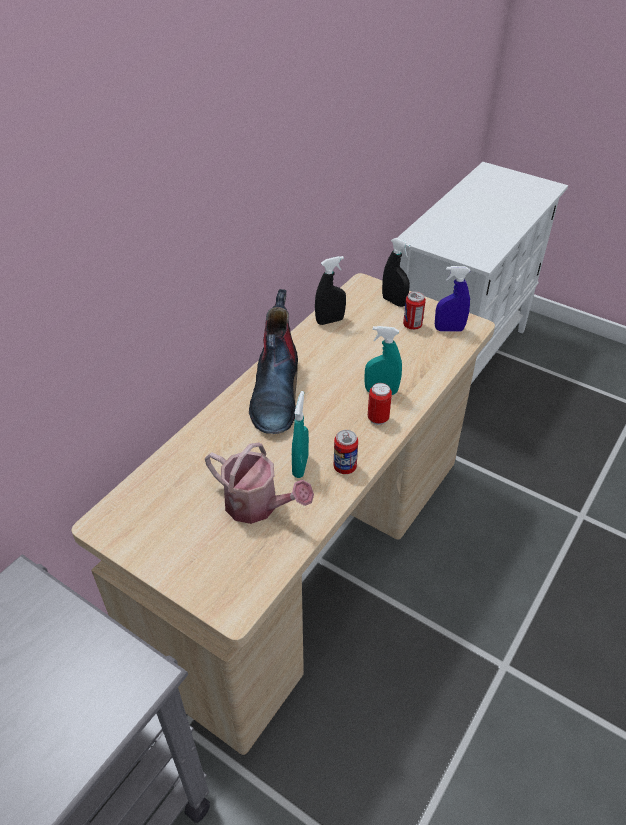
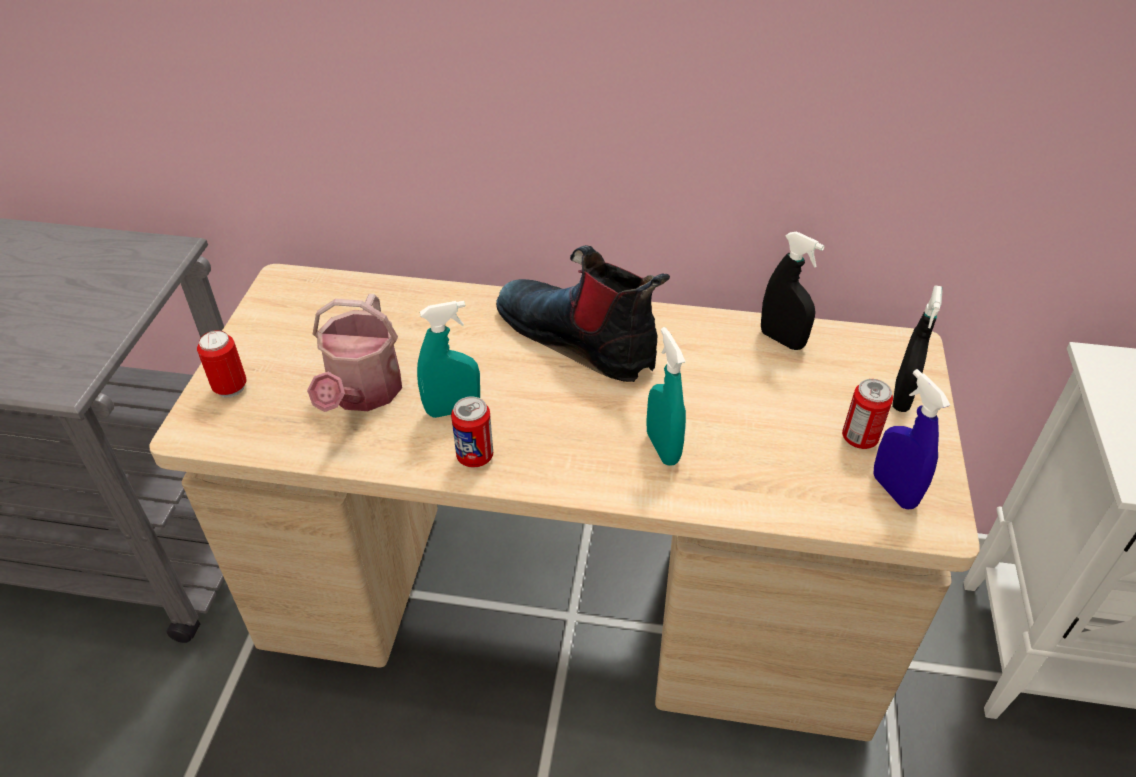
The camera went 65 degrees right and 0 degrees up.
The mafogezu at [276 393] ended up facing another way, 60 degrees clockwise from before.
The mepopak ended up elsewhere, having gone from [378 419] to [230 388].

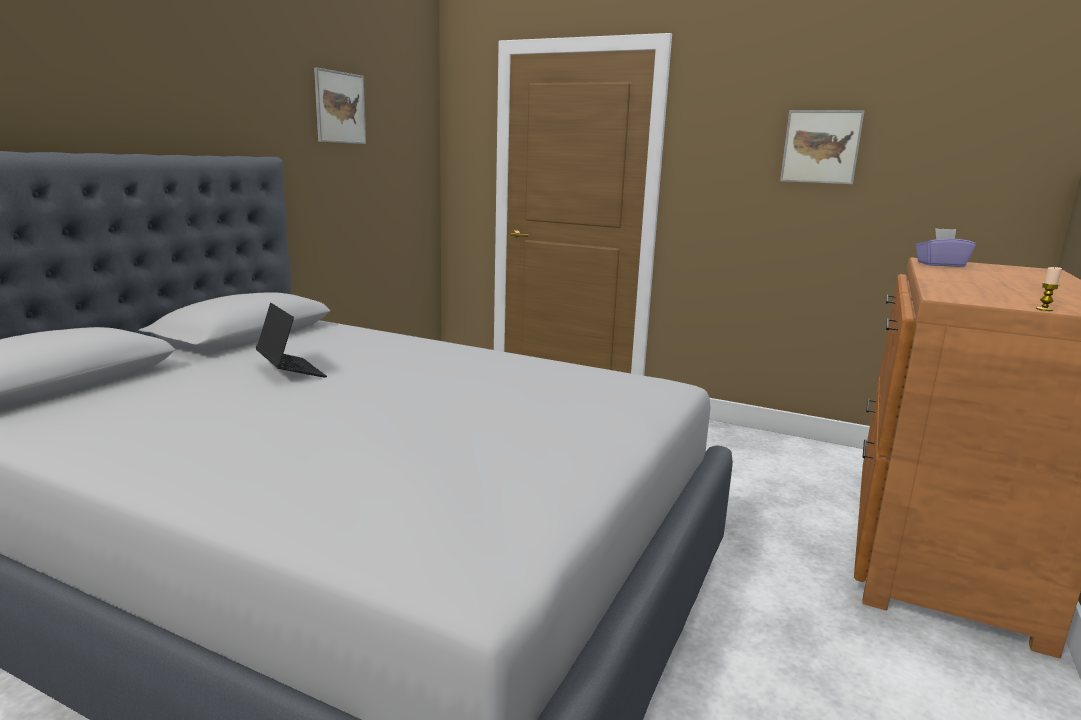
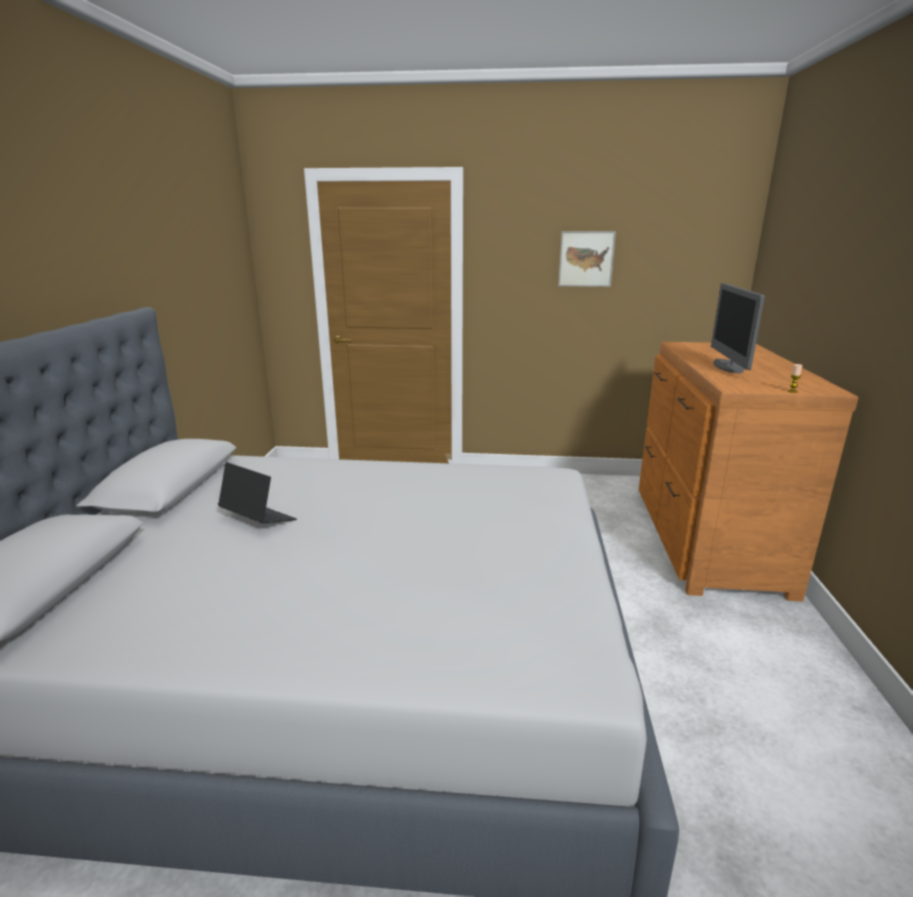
The camera went 20 degrees left and 5 degrees up.
The second view lost the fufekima at [340 107].
The second view lost the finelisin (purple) at [940 264].
The second view gained the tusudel at [728 366].

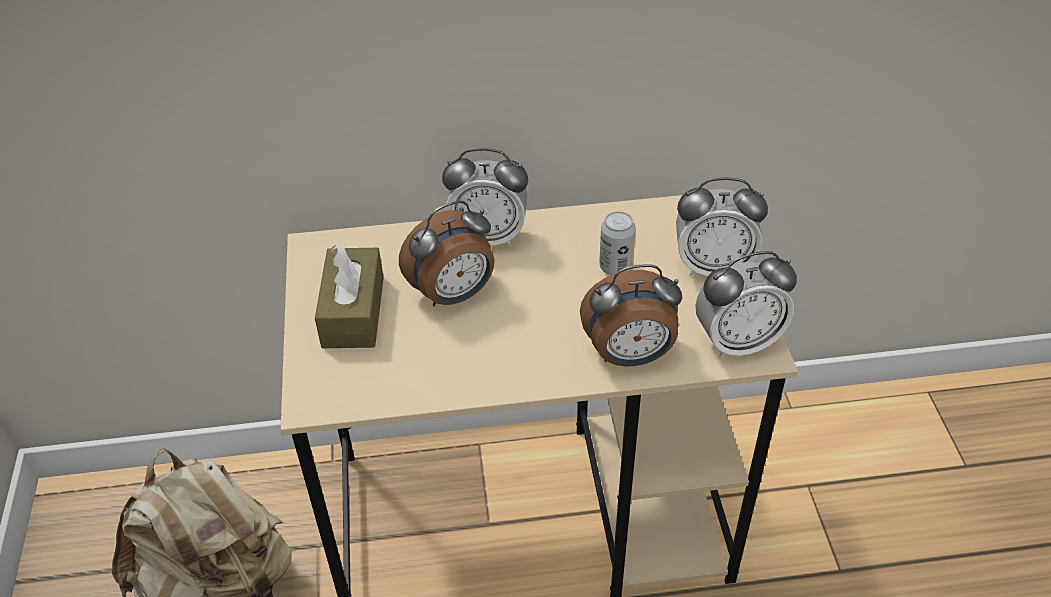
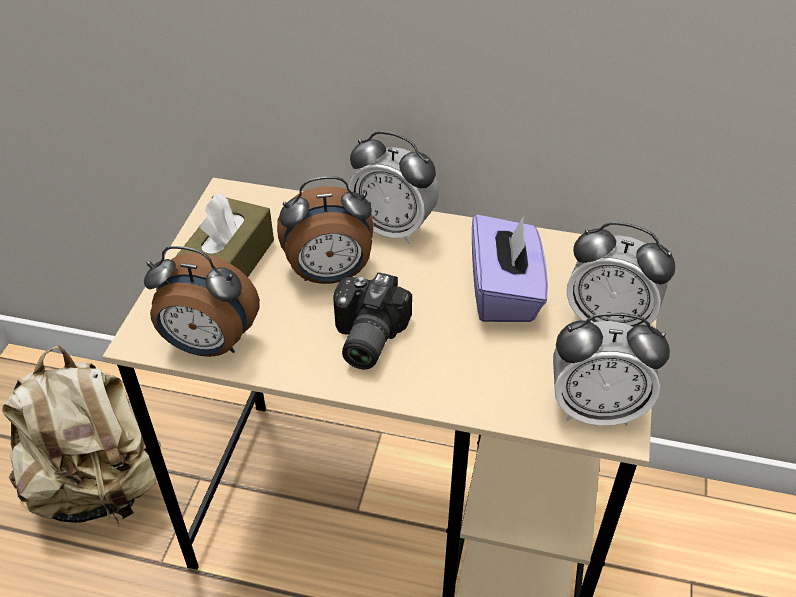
The camera went 20 degrees right and 0 degrees up.
Where the mepopak stood at [616 267], the finelisin (purple) came to stand at [504 292].
The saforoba ended up elsewhere, having gone from [630 356] to [208 345].
The second view gained the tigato at [364 337].

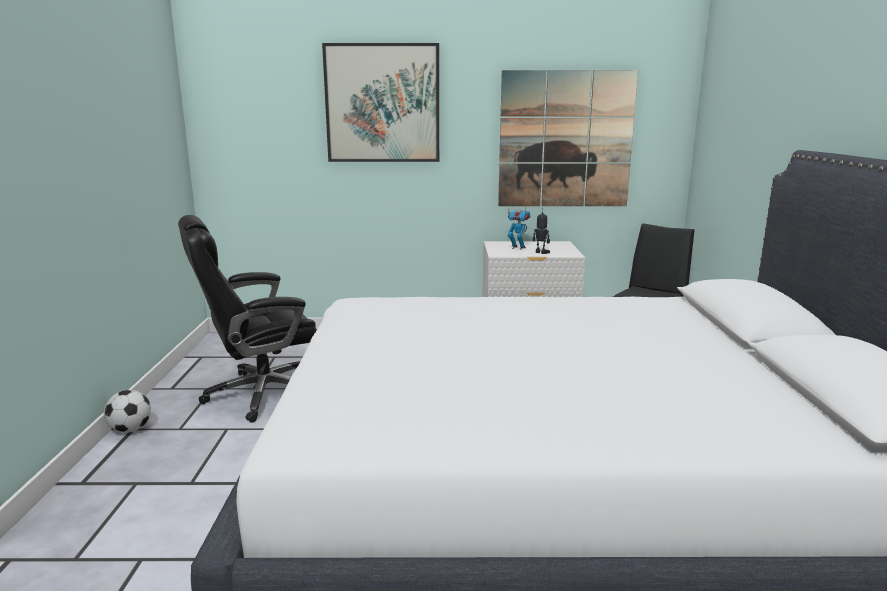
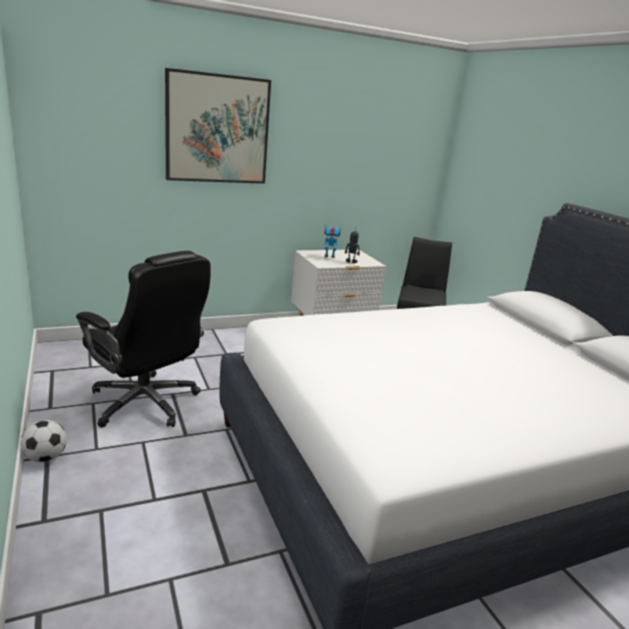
The camera went 25 degrees left and 5 degrees up.
The second view lost the fufekima at [565 140].
The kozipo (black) at [261 394] ended up facing another way, 90 degrees counterclockwise from before.

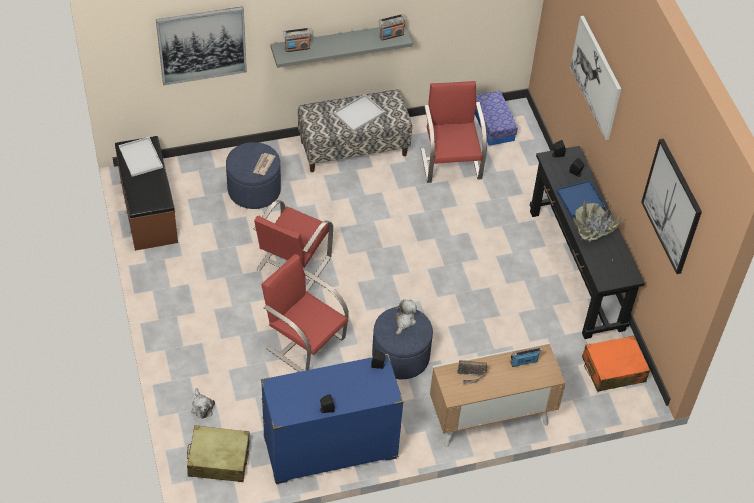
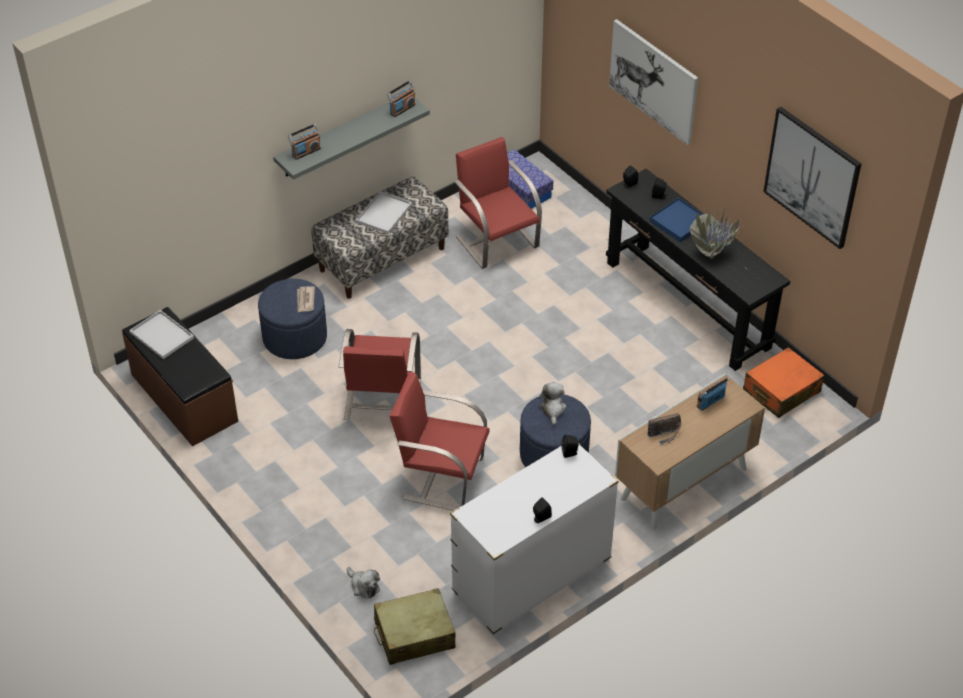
The camera went 20 degrees left and 5 degrees down.
The second view lost the fufekima at [202 45].
What was the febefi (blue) at [330 449] turned into the febefi (white) at [531 578].

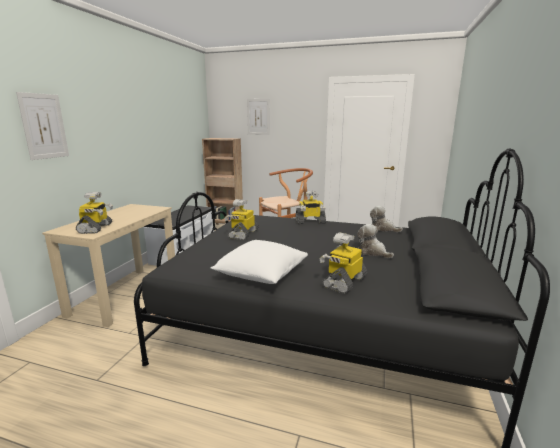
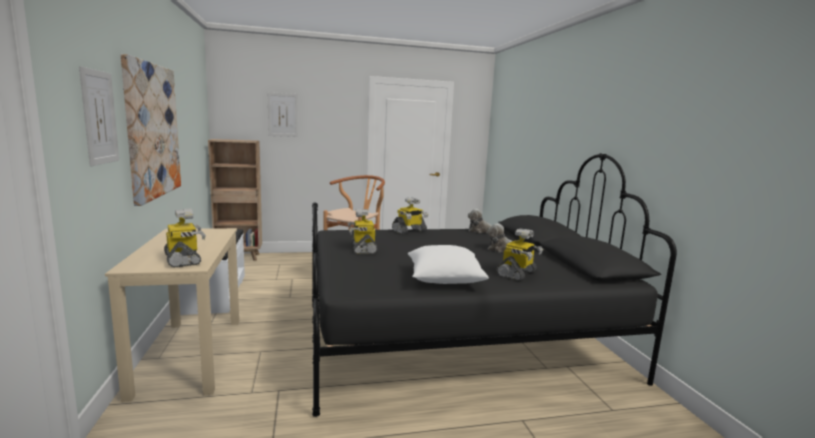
The camera went 30 degrees left and 5 degrees down.
The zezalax at [344 282] ended up facing another way, 150 degrees counterclockwise from before.
The second view gained the fufekima at [152 130].

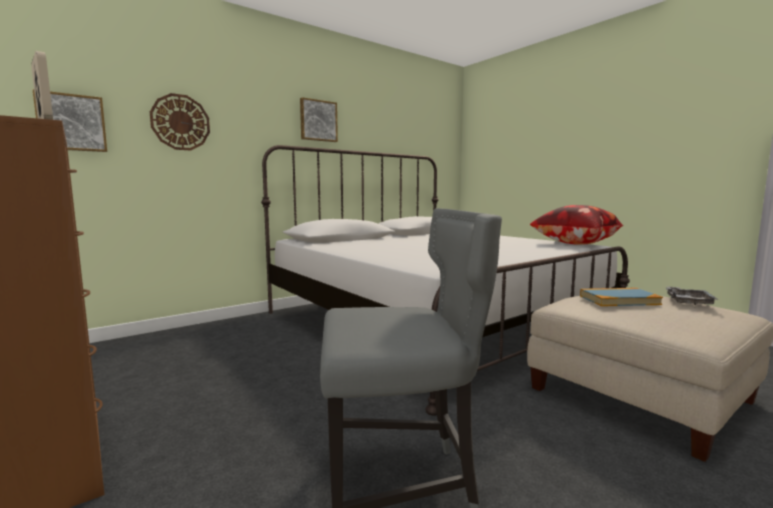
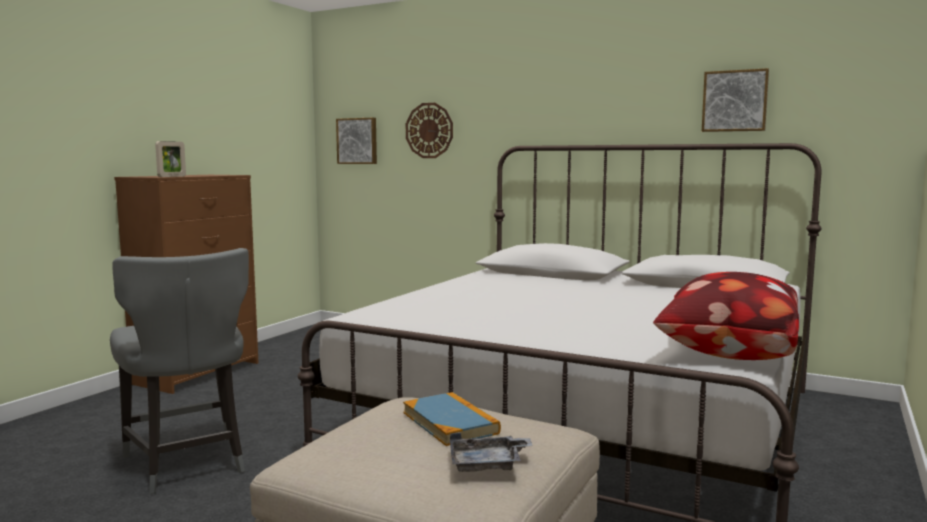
The camera went 65 degrees right and 0 degrees up.
The fufekima ended up elsewhere, having gone from [318 121] to [735 101].

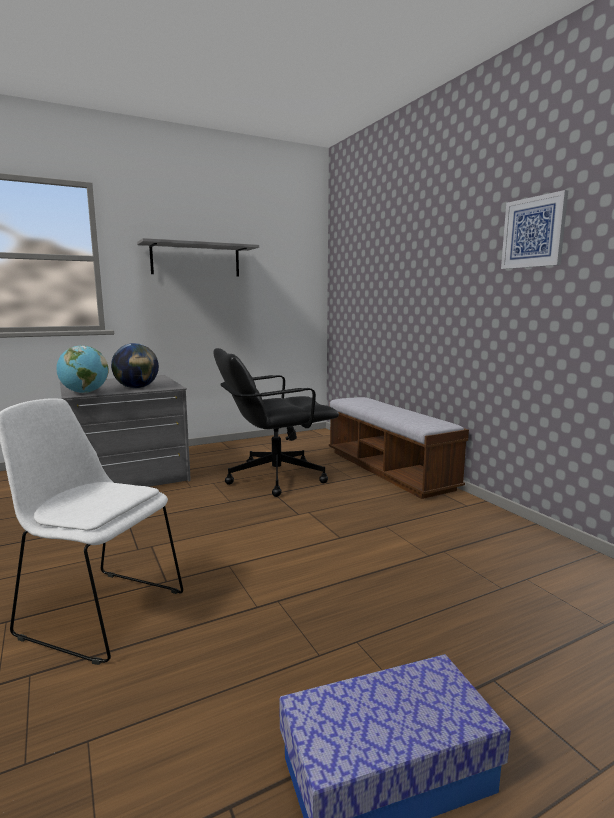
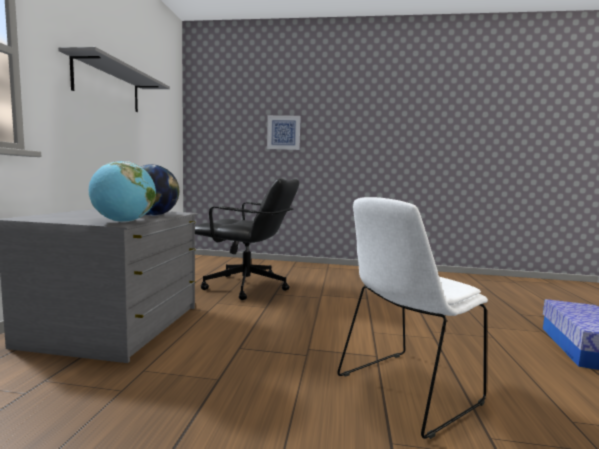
The camera went 55 degrees left and 5 degrees down.
The fufekima ended up elsewhere, having gone from [534 232] to [283 132].
The kozipo (black) at [274 478] ended up facing another way, 90 degrees counterclockwise from before.
The second view lost the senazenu at [388 470].

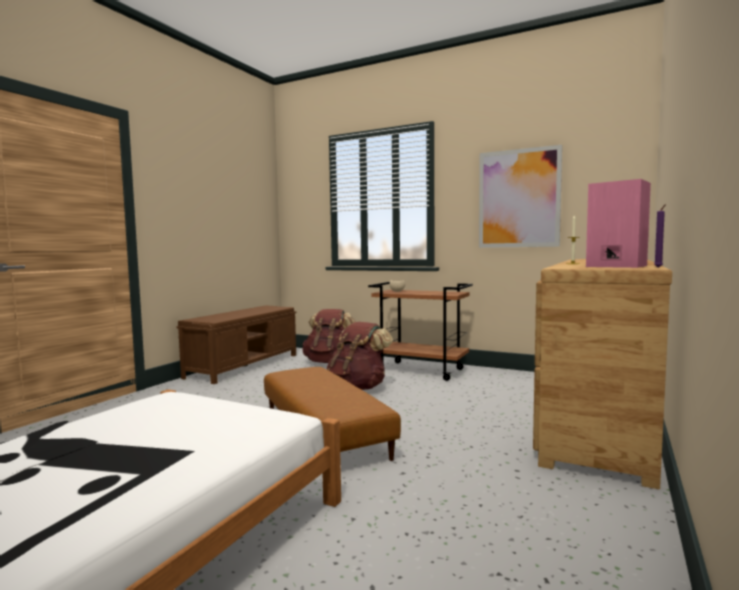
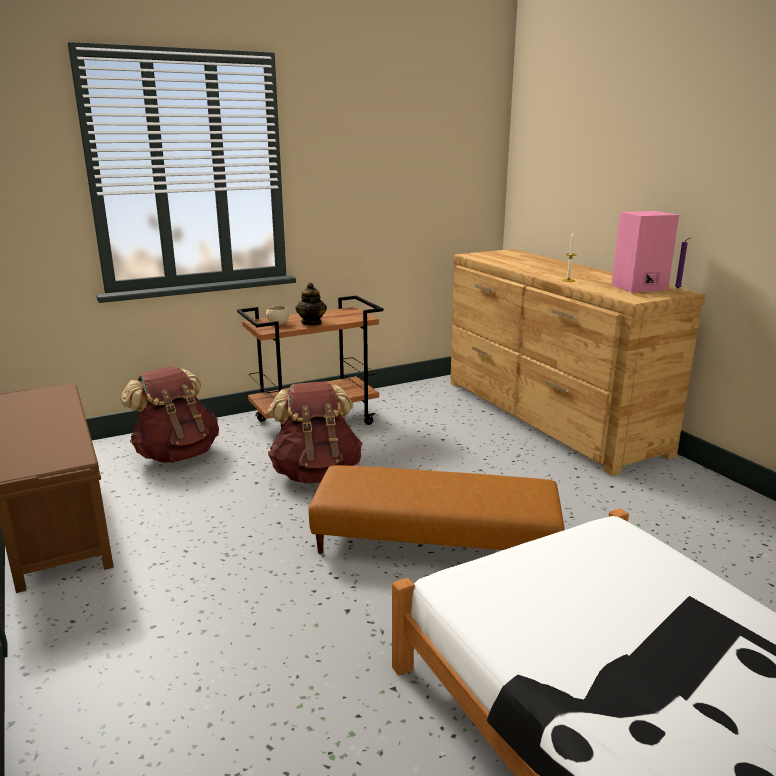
The camera went 55 degrees left and 15 degrees up.
The second view lost the fufekima at [518 198].
The second view gained the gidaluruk at [312 323].

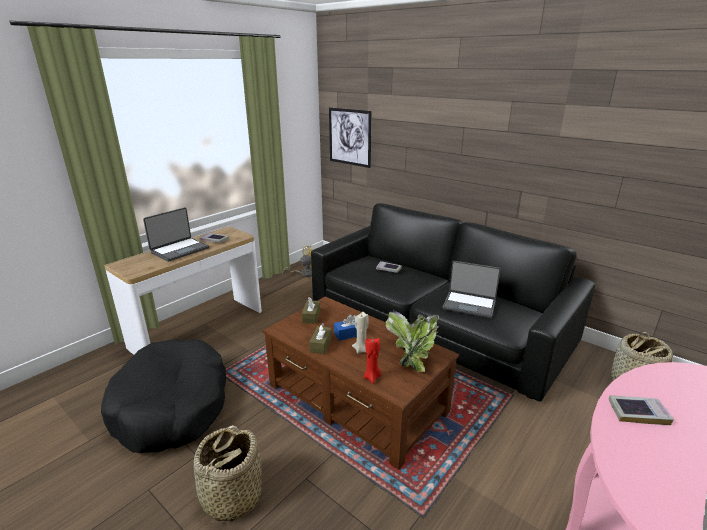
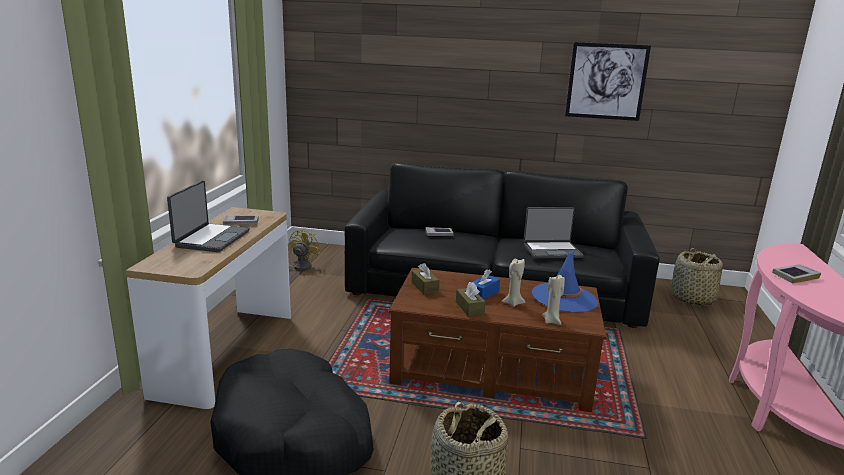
The camera went 30 degrees left and 5 degrees down.
The fufekima ended up elsewhere, having gone from [349 137] to [606 81].
Where the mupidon stood at [413 357], the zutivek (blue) came to stand at [564 298].
What was the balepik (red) at [372 377] turned into the balepik (beige) at [552 321].

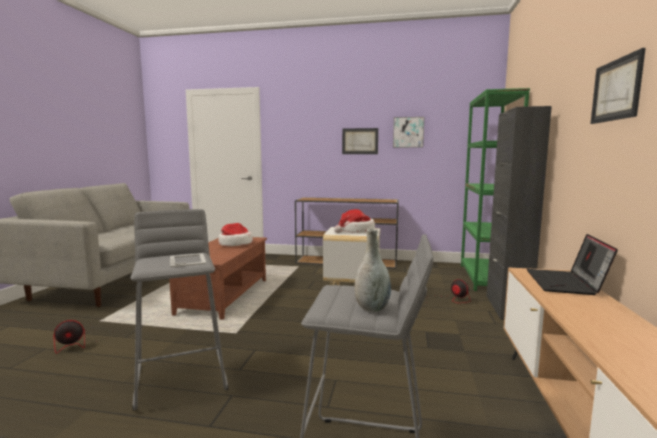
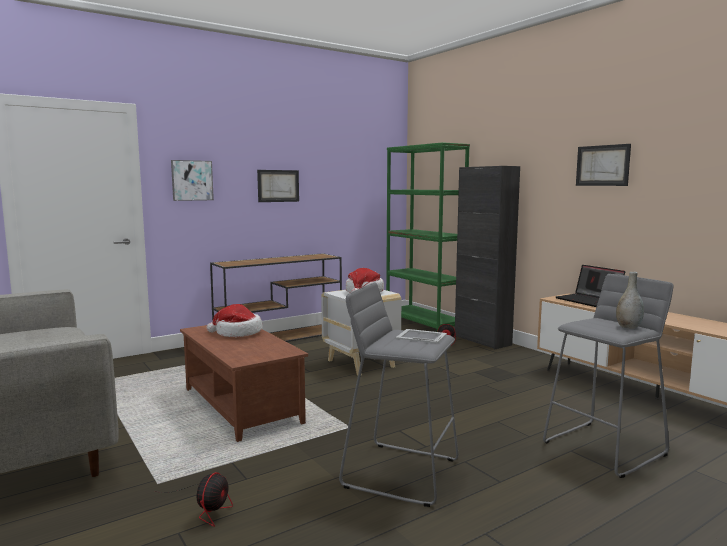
The camera went 45 degrees left and 0 degrees up.
The fufekima ended up elsewhere, having gone from [408 132] to [192 180].

